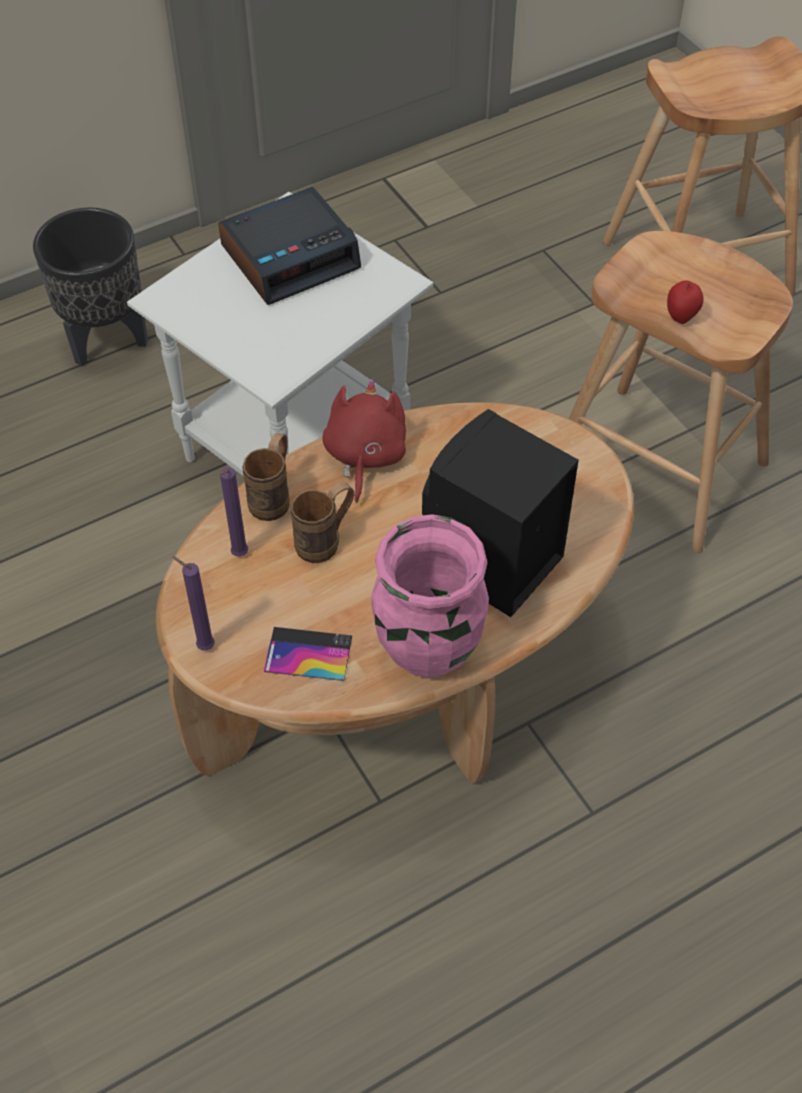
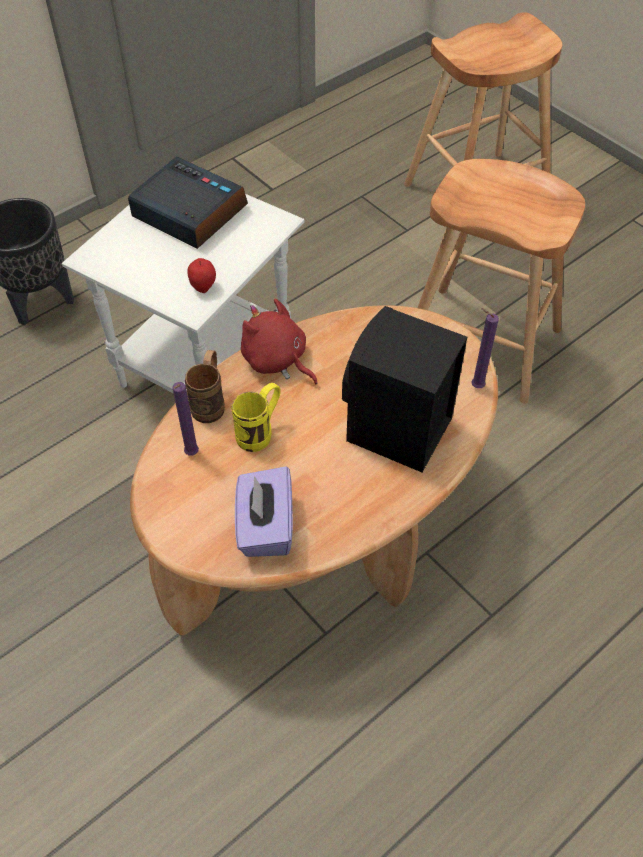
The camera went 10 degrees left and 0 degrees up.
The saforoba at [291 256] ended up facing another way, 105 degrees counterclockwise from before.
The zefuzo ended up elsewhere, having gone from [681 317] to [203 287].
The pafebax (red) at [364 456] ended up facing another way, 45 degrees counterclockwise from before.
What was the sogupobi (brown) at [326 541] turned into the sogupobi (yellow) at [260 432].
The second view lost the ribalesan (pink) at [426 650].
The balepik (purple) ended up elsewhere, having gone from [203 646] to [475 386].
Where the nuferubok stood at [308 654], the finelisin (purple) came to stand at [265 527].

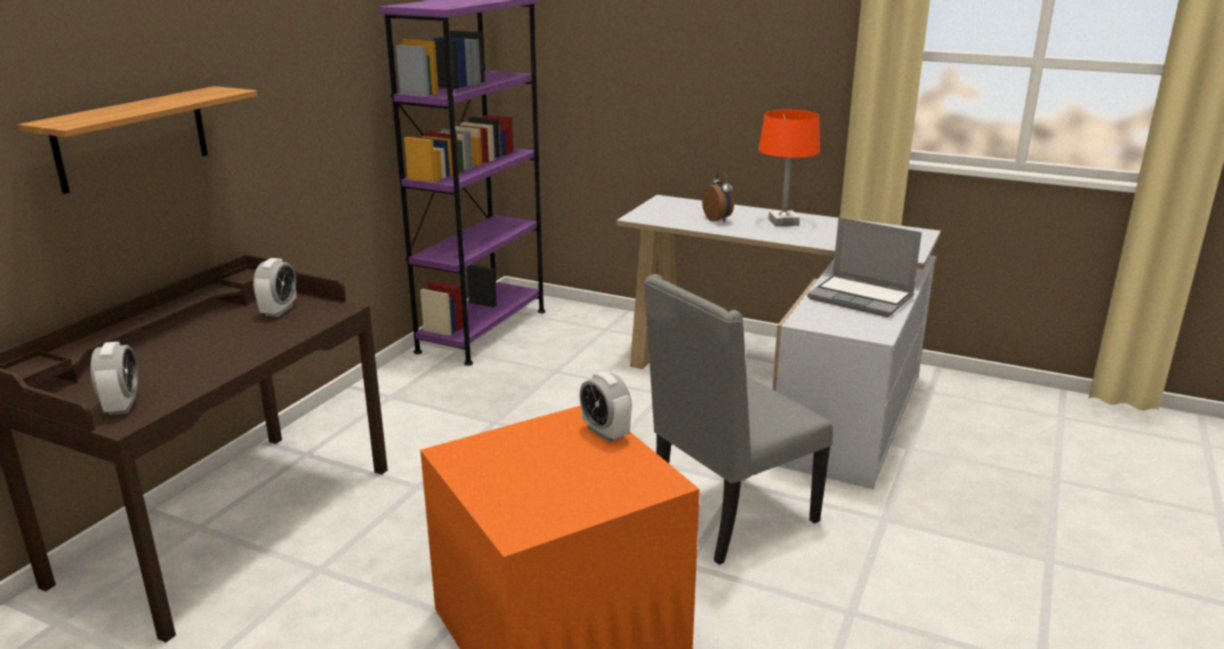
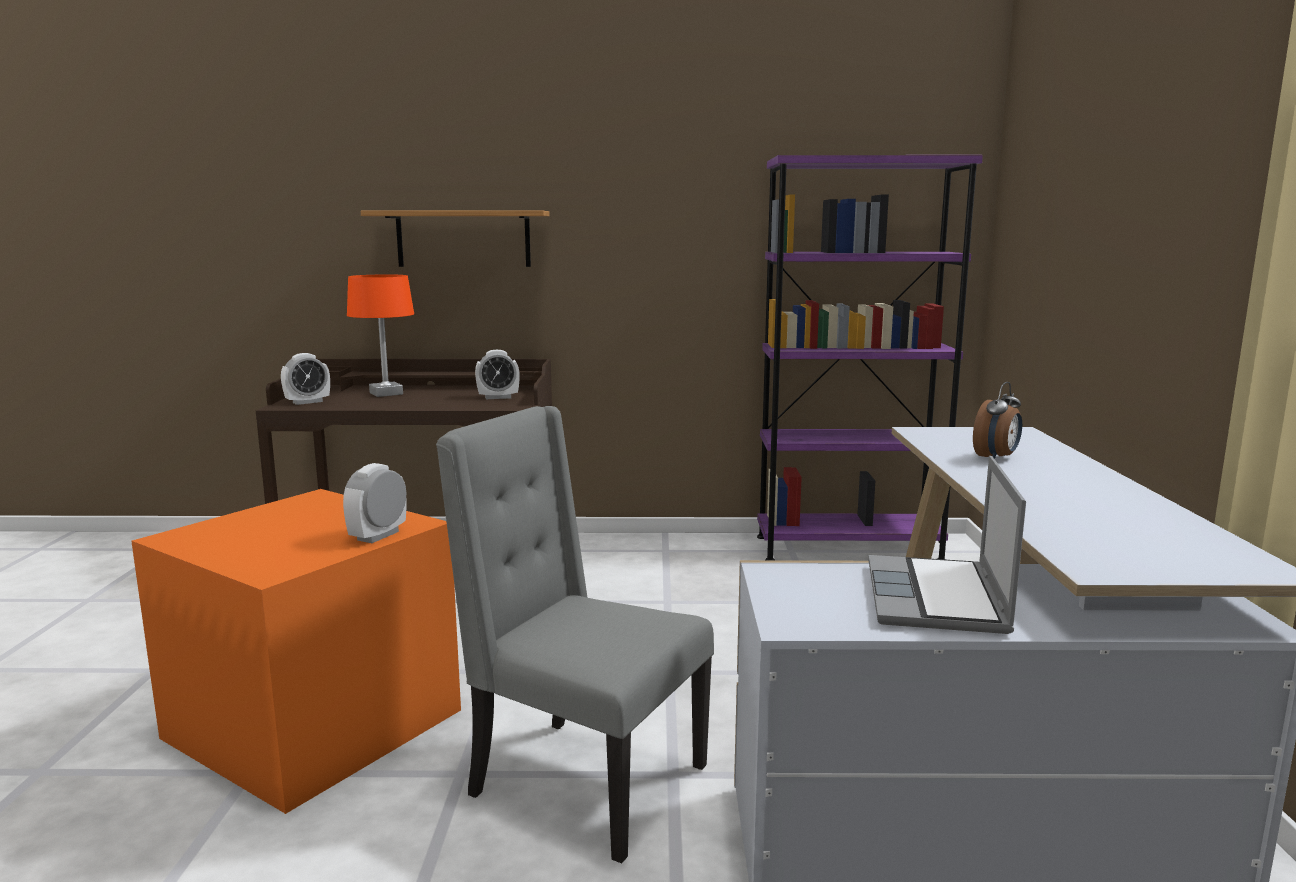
The camera went 65 degrees right and 10 degrees down.
The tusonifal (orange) ended up elsewhere, having gone from [784 222] to [386 393].

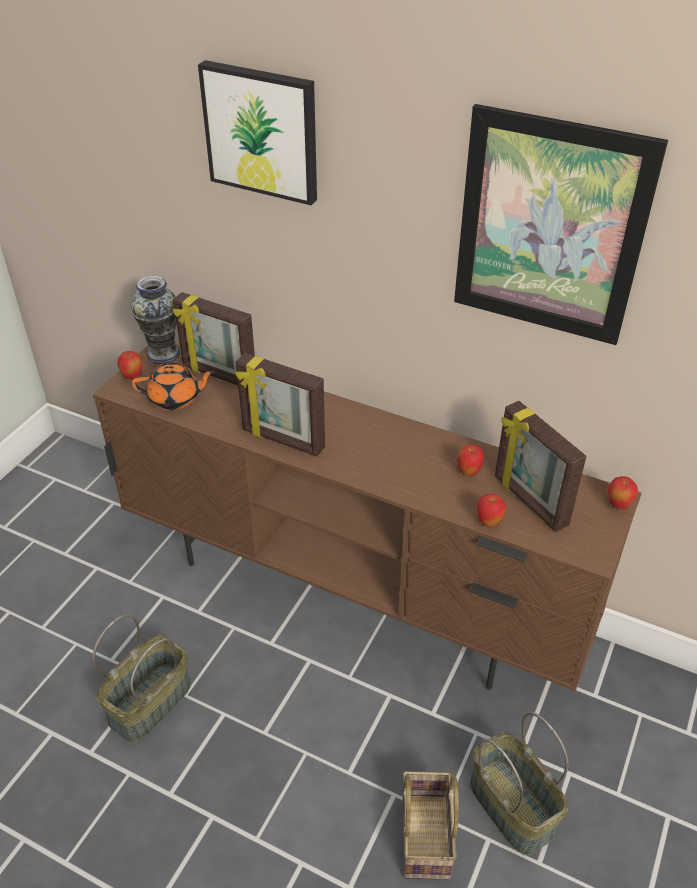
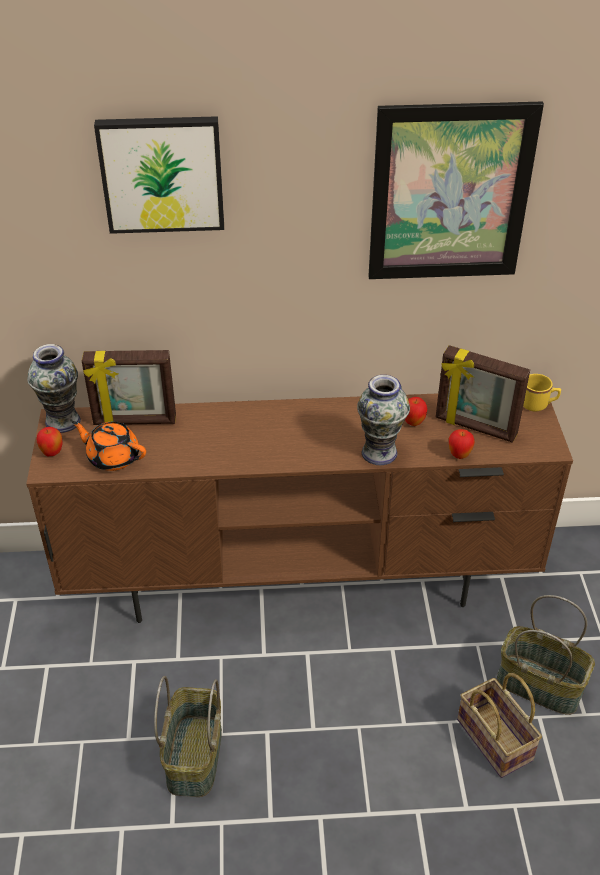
The camera went 30 degrees left and 0 degrees up.
The second view lost the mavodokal at [282 440].
The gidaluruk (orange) at [175 399] ended up facing another way, 120 degrees counterclockwise from before.
Where the zefuzo stood at [618 505], the sogupobi (yellow) came to stand at [538 405].
The second view gained the ribalesan at [379 452].

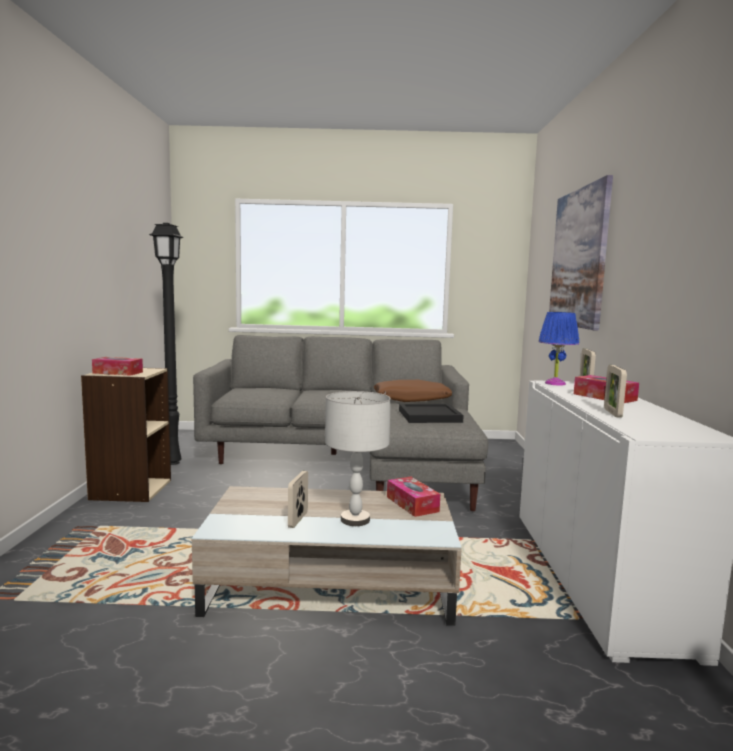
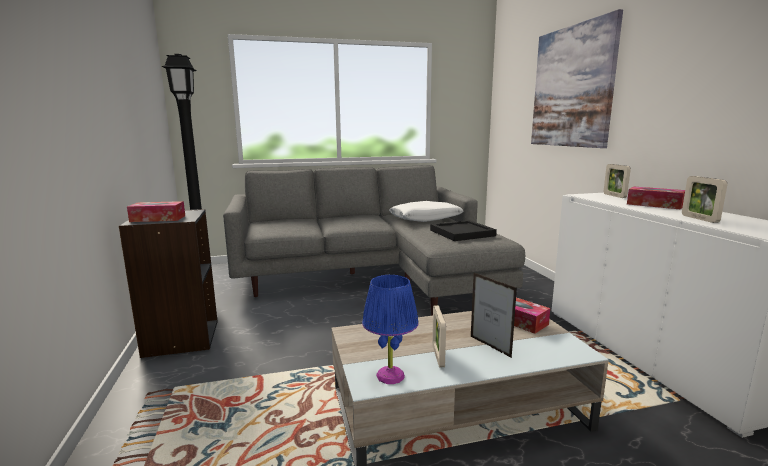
The camera went 15 degrees left and 5 degrees up.
The tusonifal (blue) ended up elsewhere, having gone from [555 383] to [391 375].
What was the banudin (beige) at [130 489] turned into the banudin (black) at [180 338].
What was the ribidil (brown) at [412 399] turned into the ribidil (white) at [425 218].
Where the tusonifal (grey) stood at [355 520], the mavodokal came to stand at [490 347].

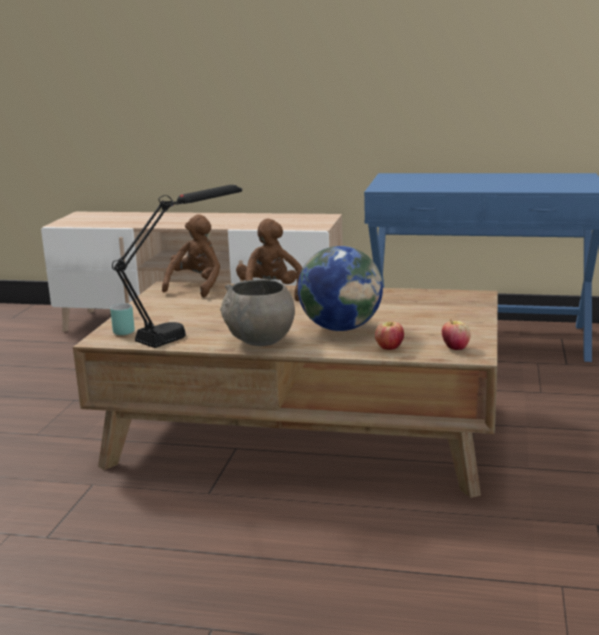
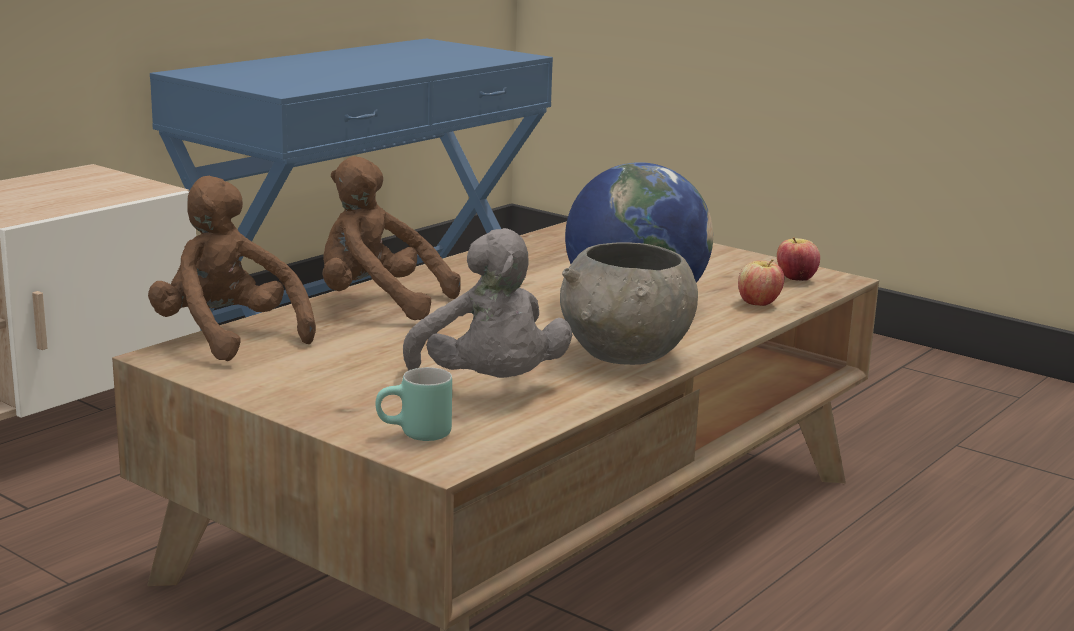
The camera went 65 degrees left and 0 degrees up.
Where the tusonifal (black) stood at [188 329], the pafebax (grey) came to stand at [489 387].

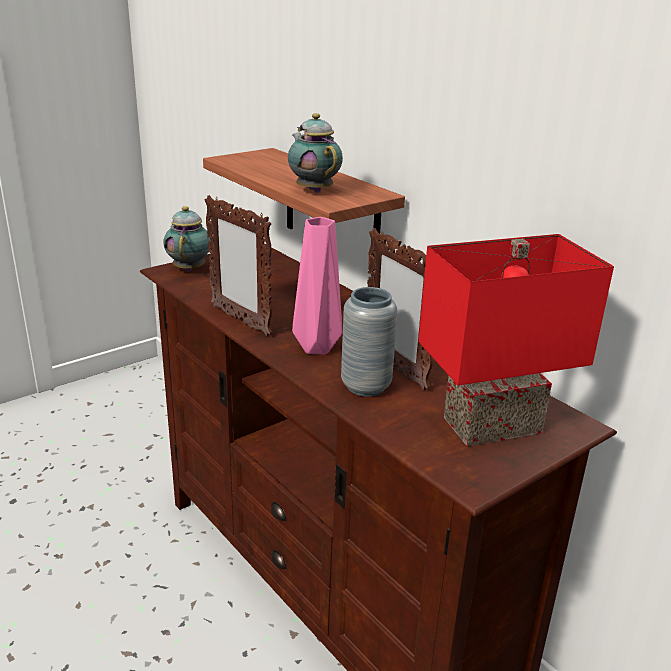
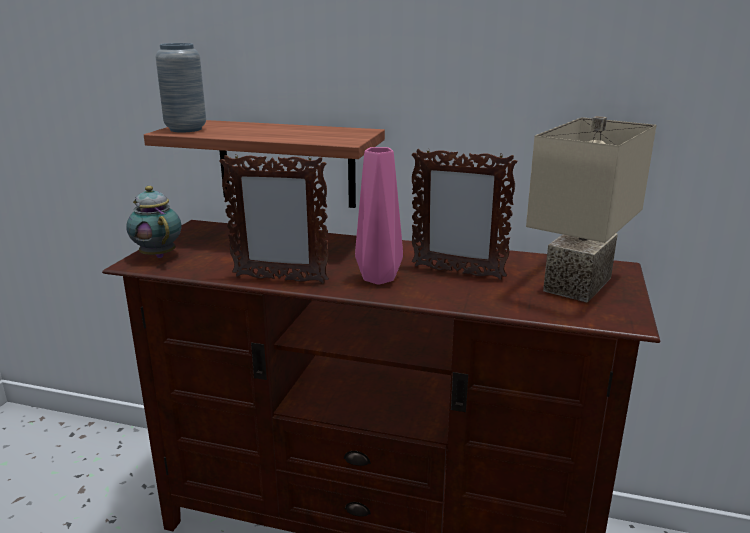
The camera went 35 degrees left and 5 degrees down.
The second view lost the gidaluruk at [313 190].
What was the tusonifal (red) at [491 422] turned into the tusonifal (beige) at [574 283].
The ribalesan (grey) ended up elsewhere, having gone from [366 386] to [186 129].

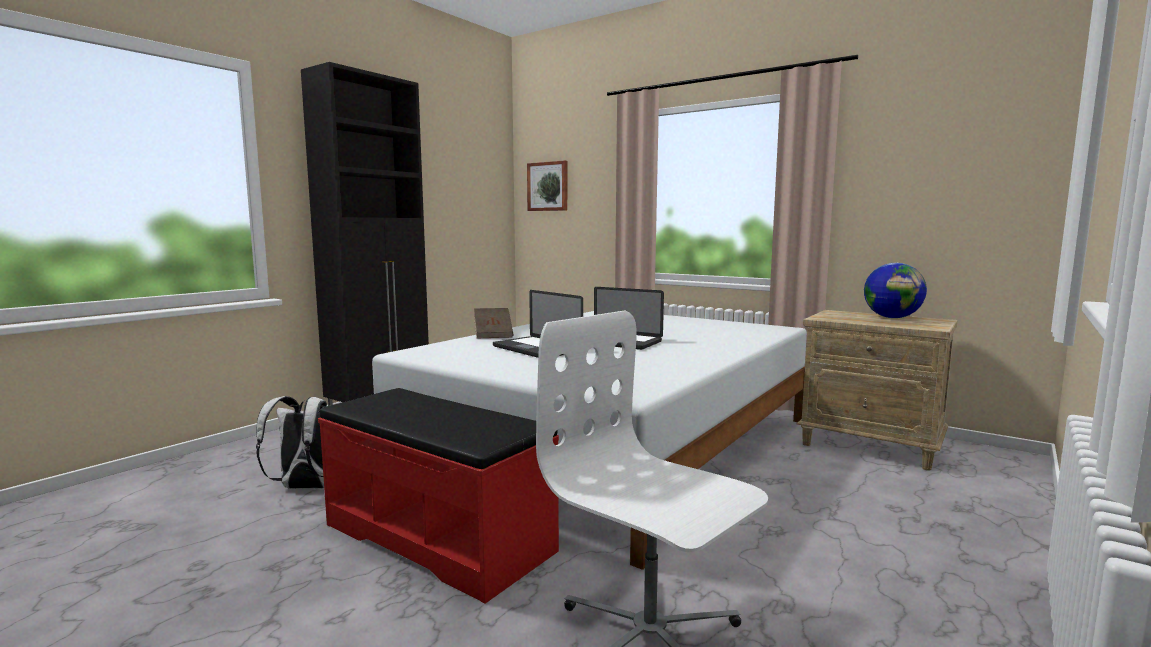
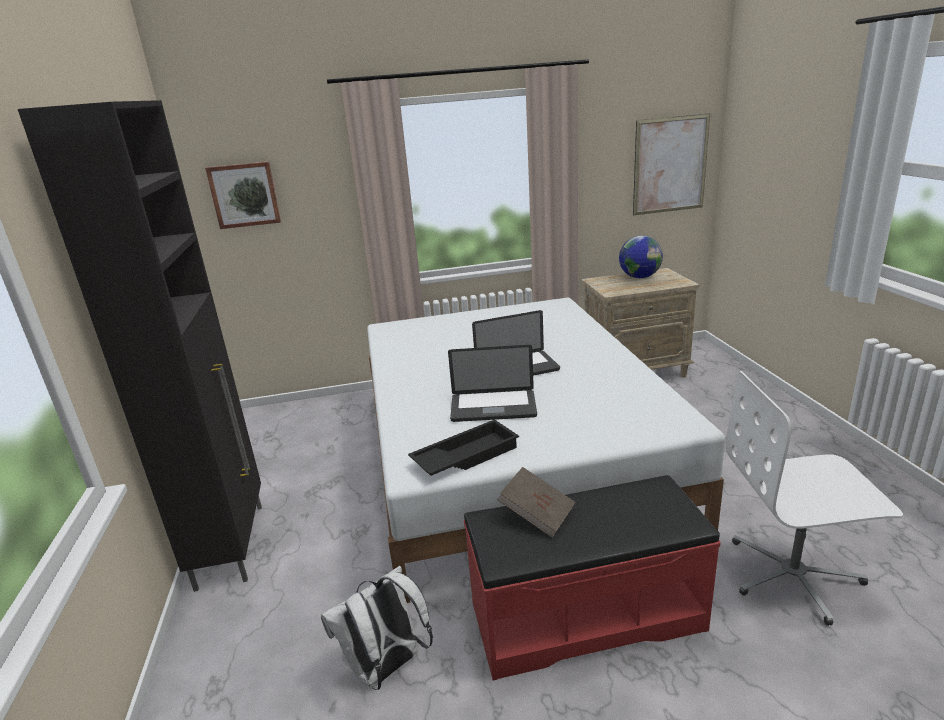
The camera went 45 degrees left and 15 degrees up.
The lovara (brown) ended up elsewhere, having gone from [493 334] to [537 514].
The second view gained the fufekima at [670 165].
The second view gained the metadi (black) at [465 455].

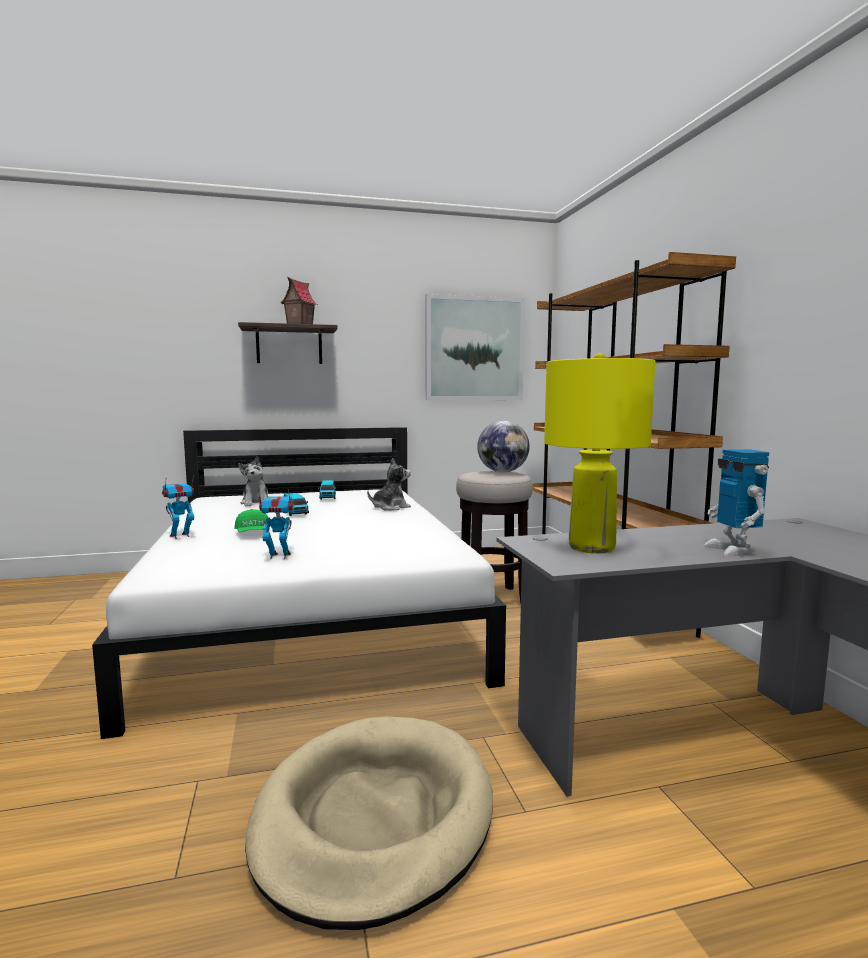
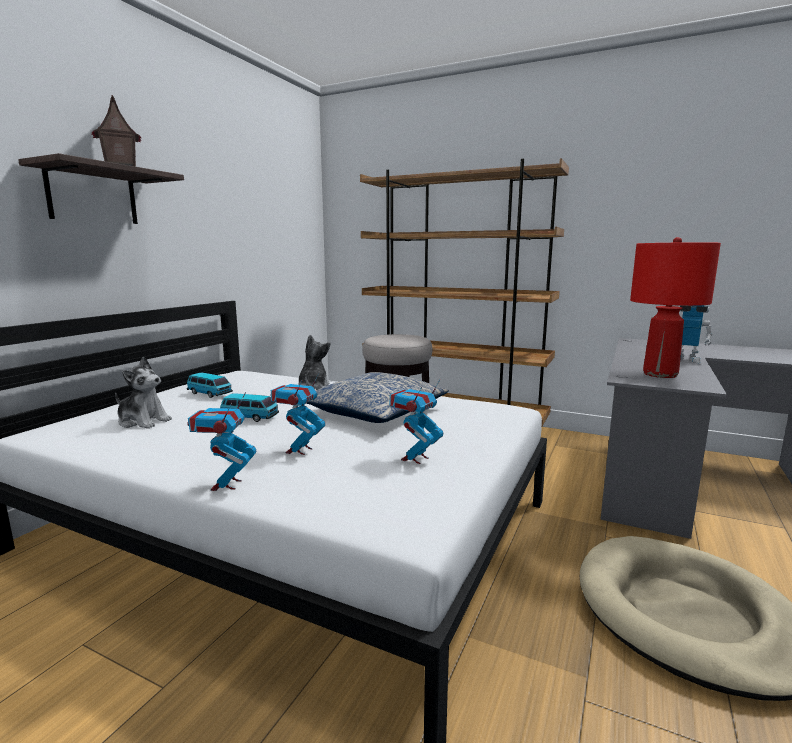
The camera went 50 degrees left and 5 degrees up.
The second view lost the fufekima at [474 349].
What was the tusonifal (yellow) at [591 547] turned into the tusonifal (red) at [659 374].
The second view lost the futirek at [502 472].
Where the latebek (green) stood at [253 533], the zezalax came to stand at [299 450].
The second view gained the ribidil at [375 412].

